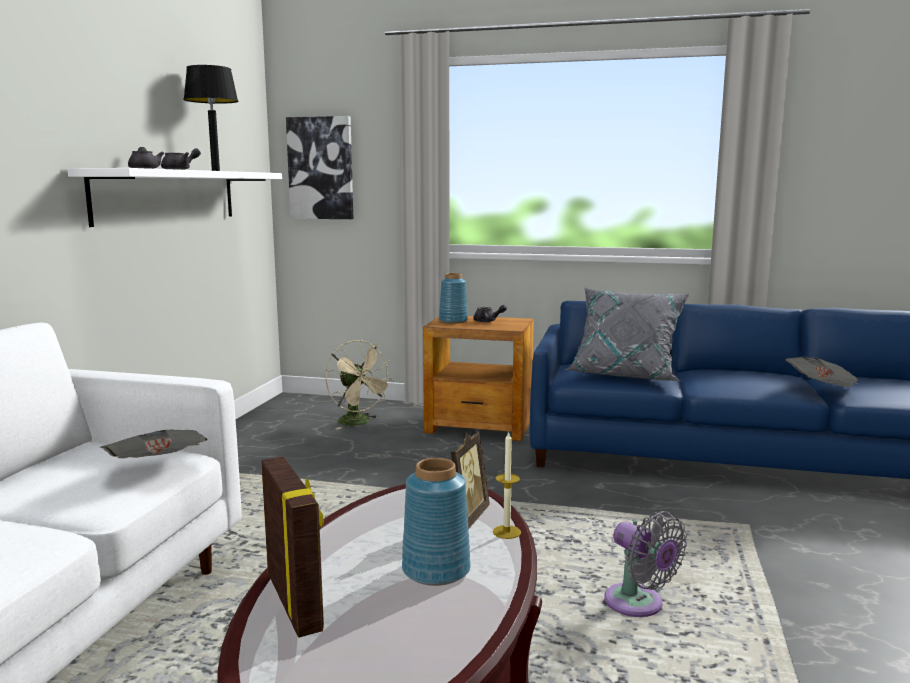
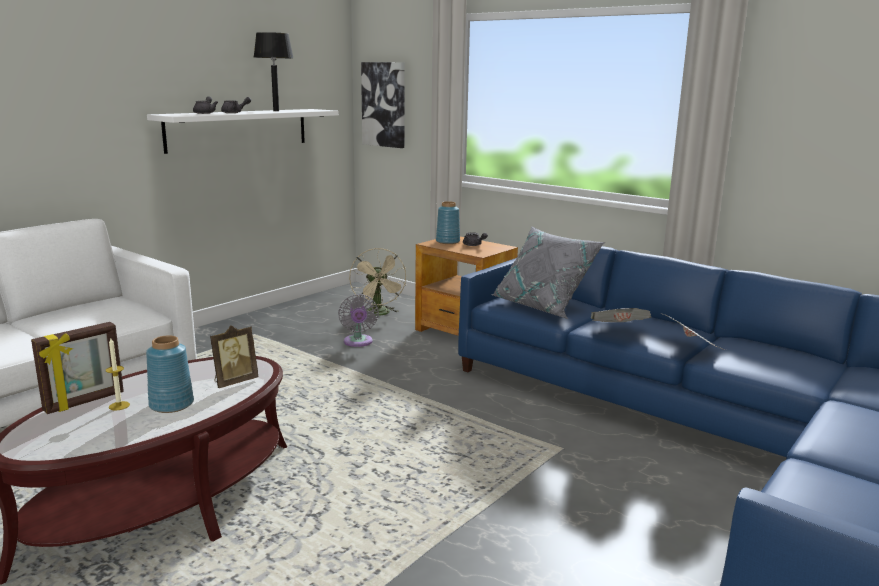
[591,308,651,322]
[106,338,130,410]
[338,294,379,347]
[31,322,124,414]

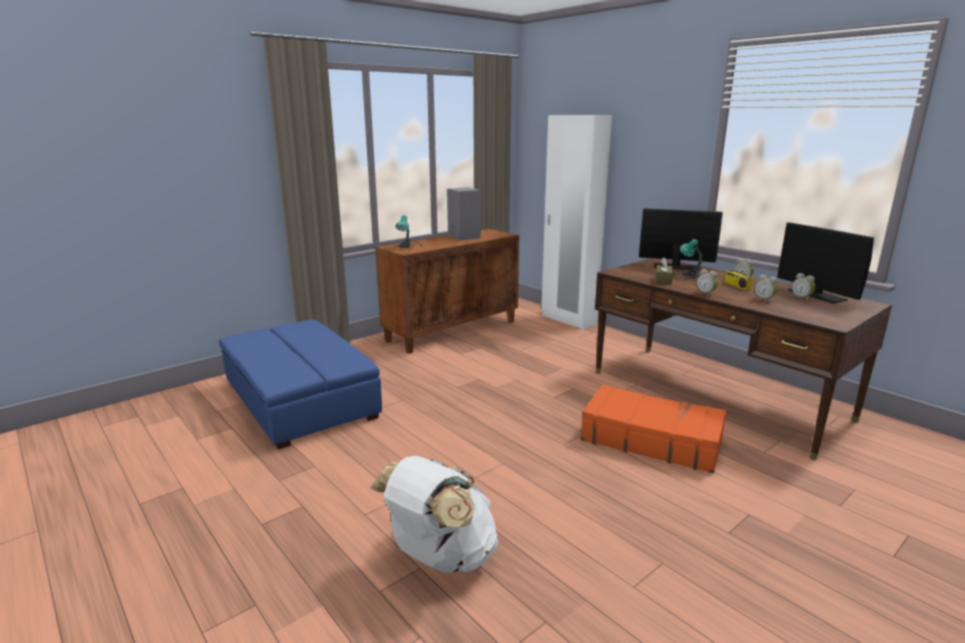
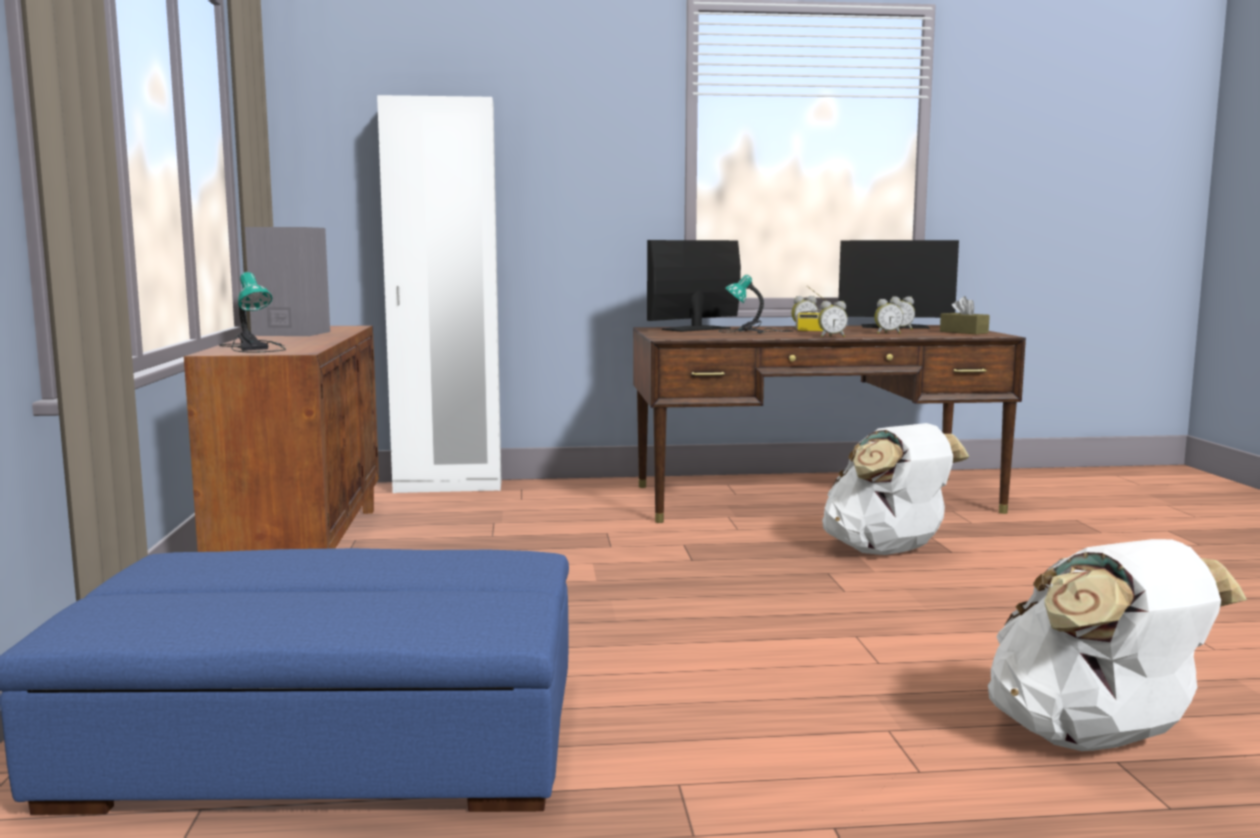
[940,296,990,334]
[822,423,969,555]

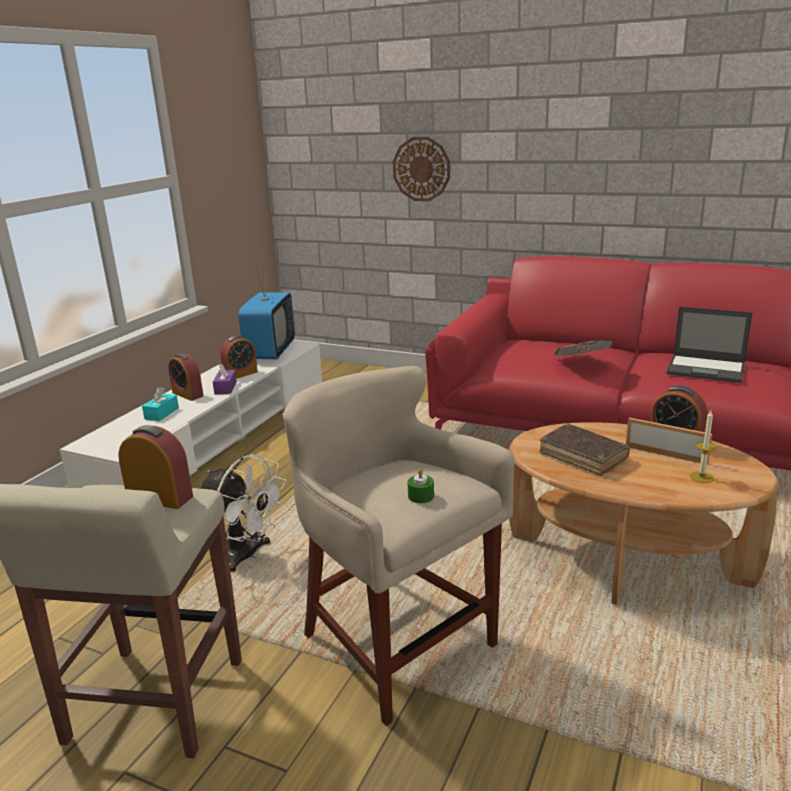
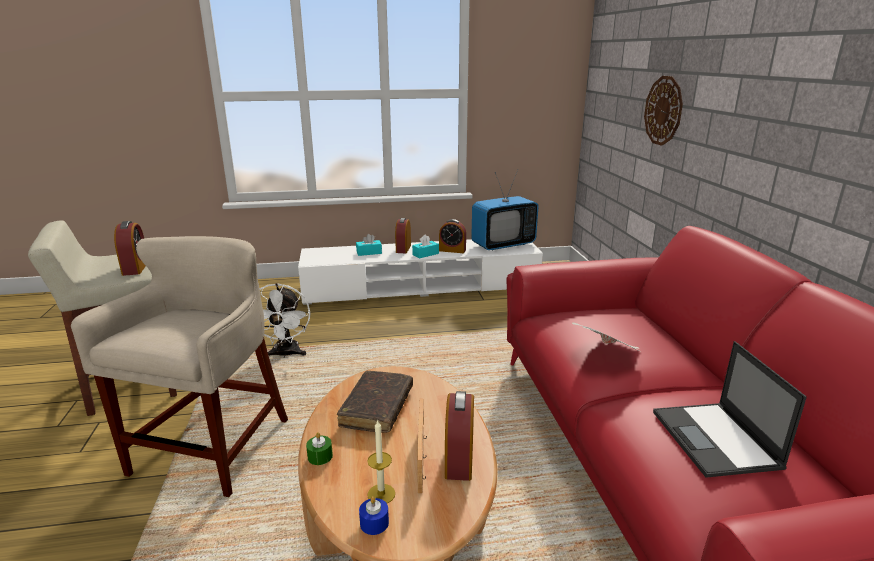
[359,496,389,535]
[306,432,333,465]
[412,234,439,258]

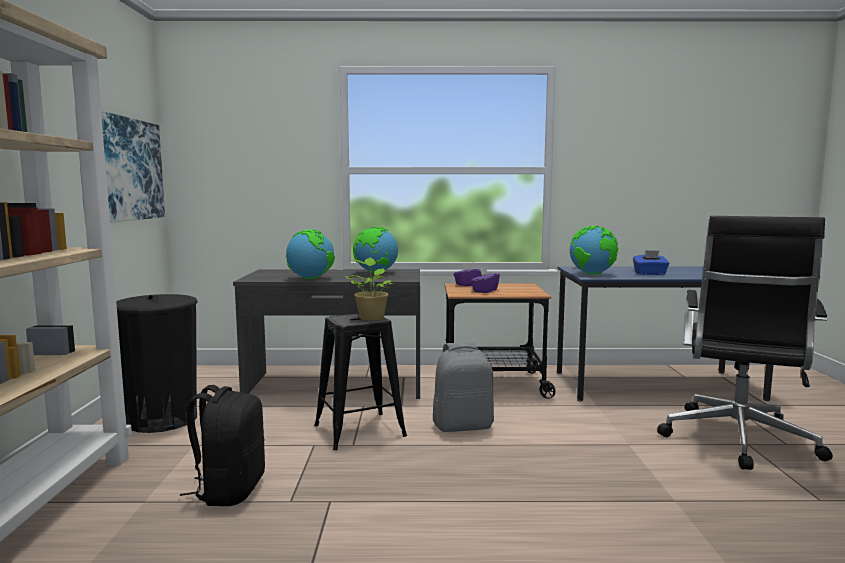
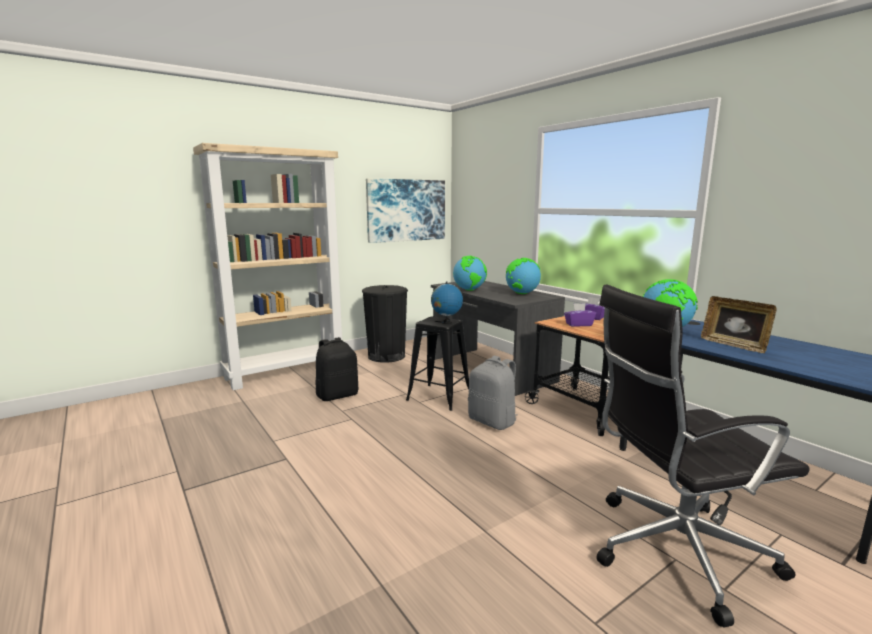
[431,281,463,324]
[701,296,777,353]

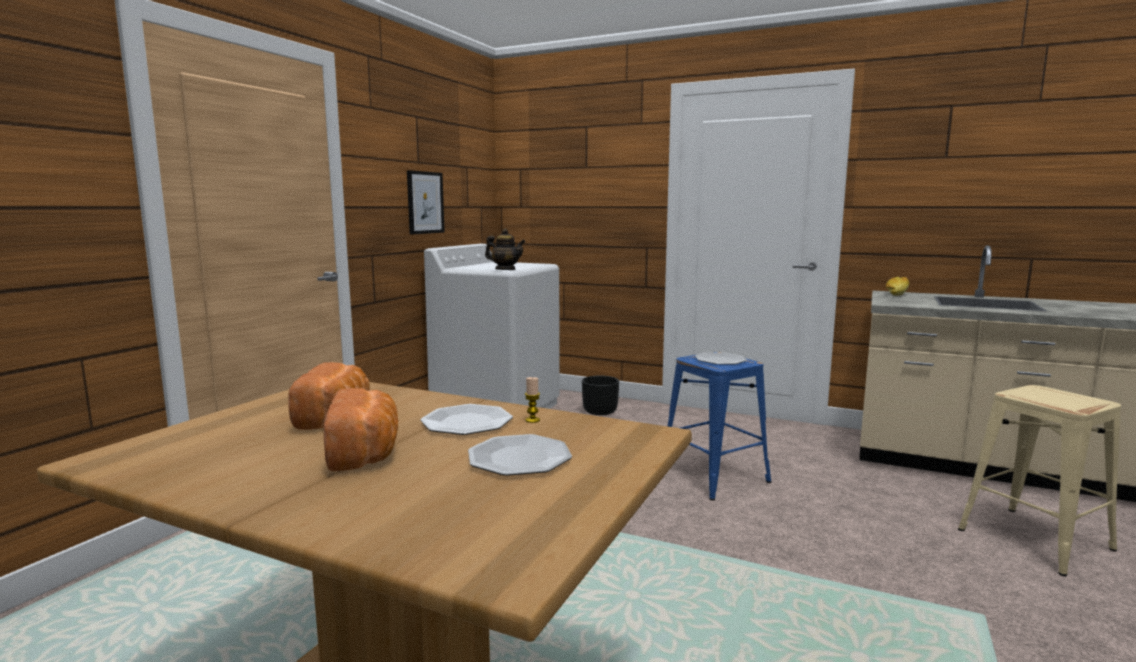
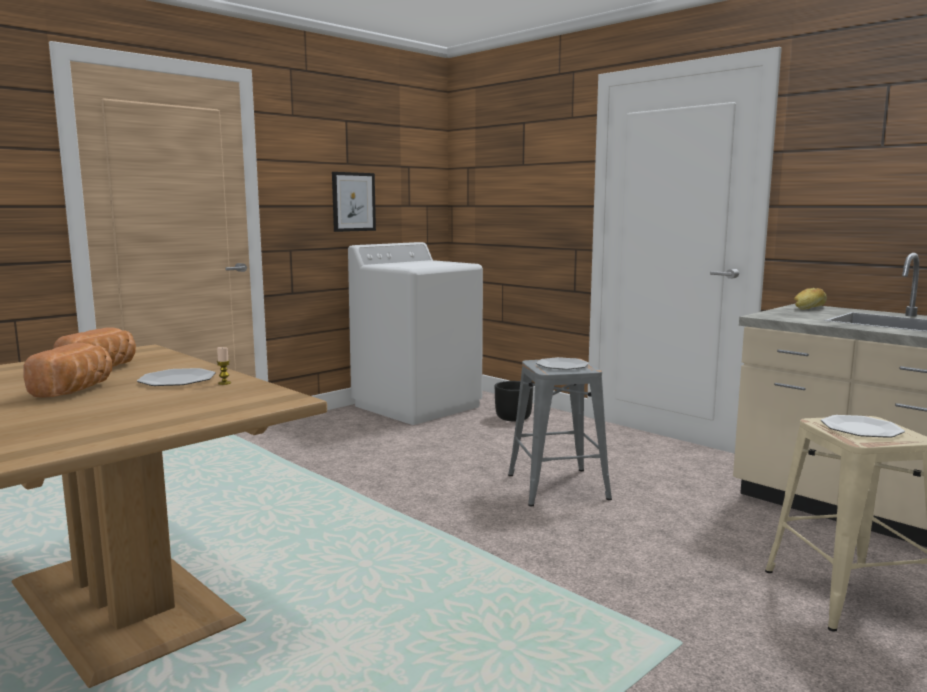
[485,228,525,270] (first image)
[821,415,905,438]
[508,358,612,506]

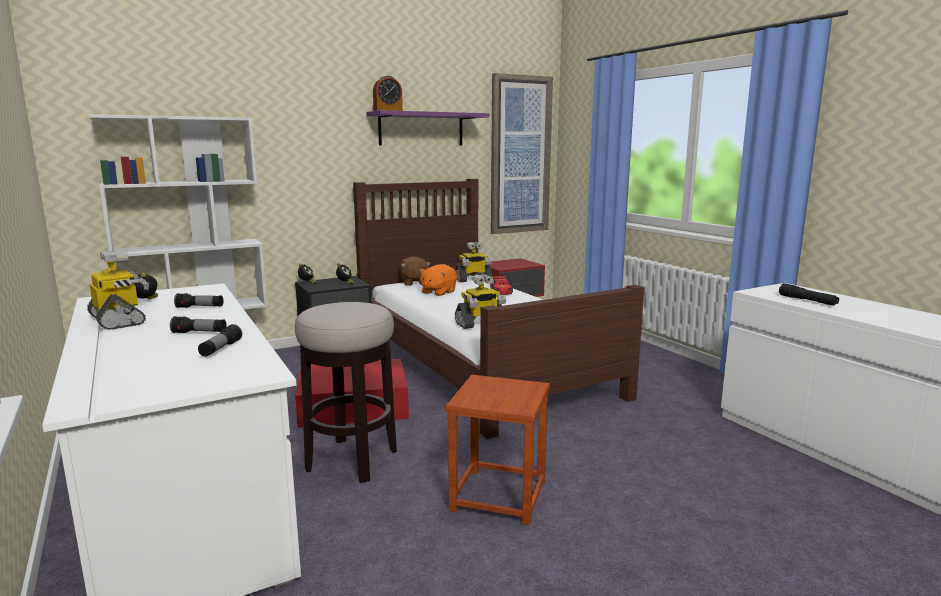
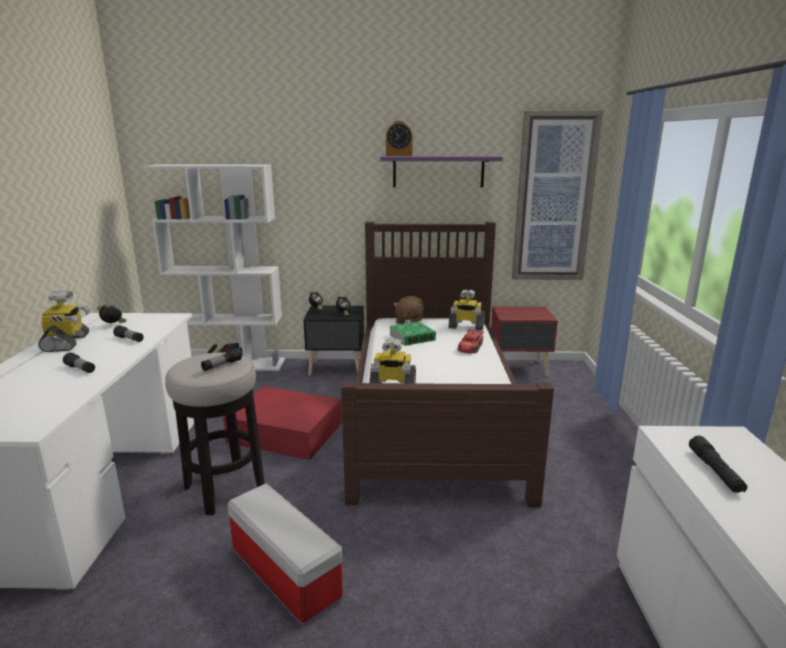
[201,348,242,371]
[389,321,436,346]
[227,483,343,626]

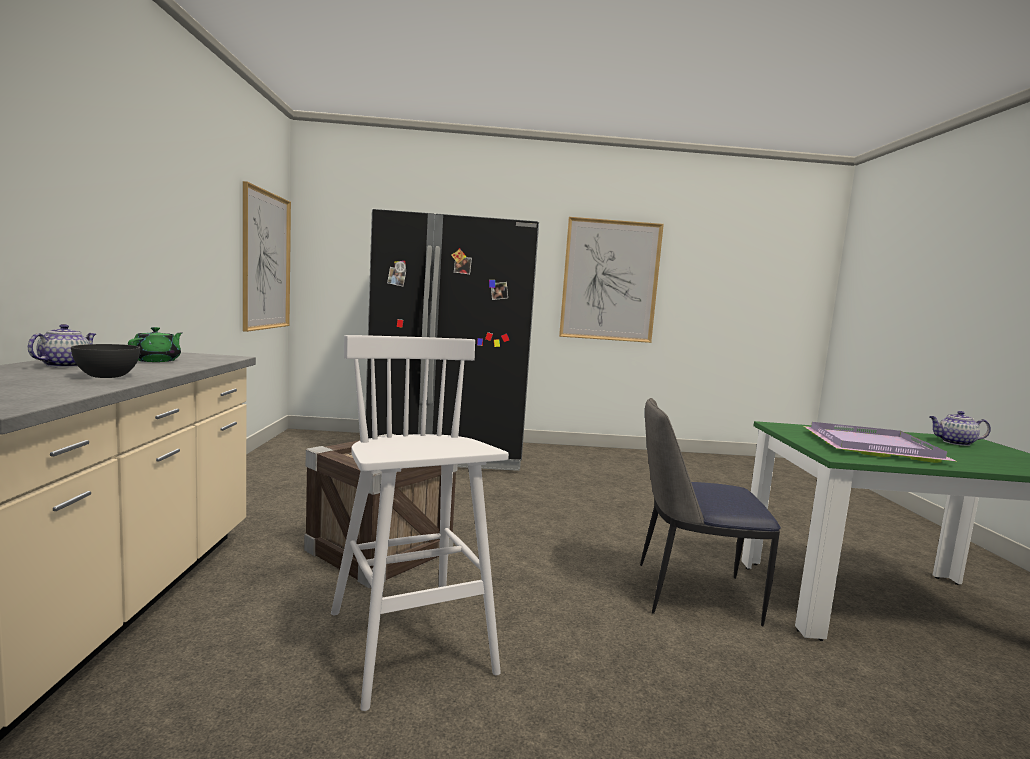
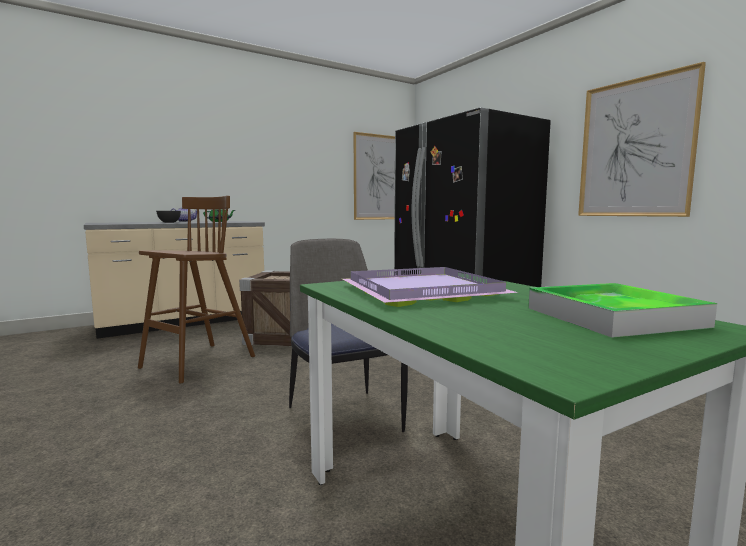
[528,283,717,338]
[138,196,255,383]

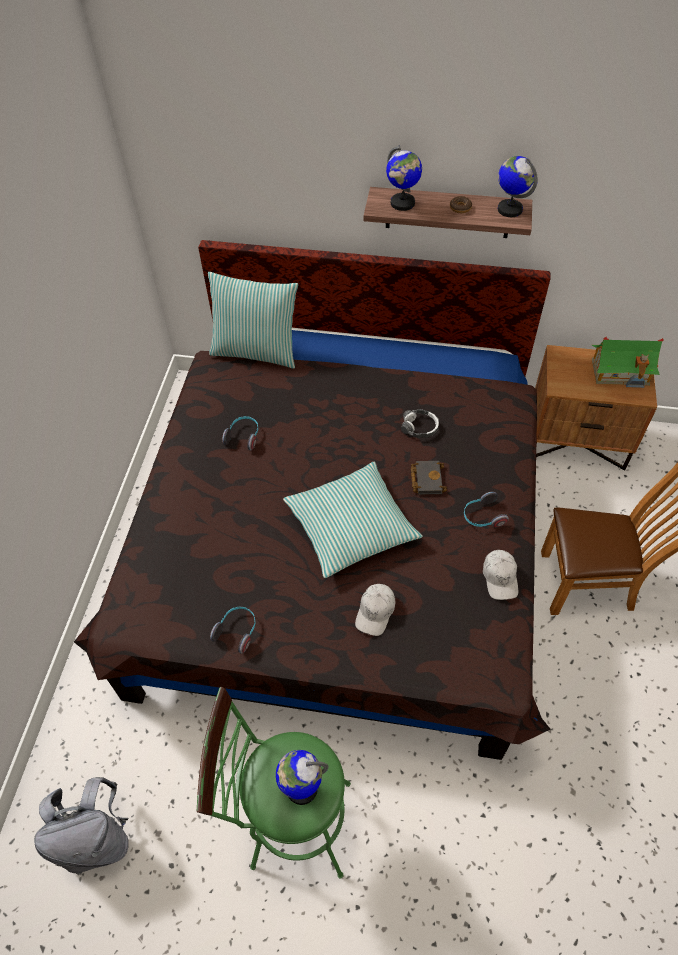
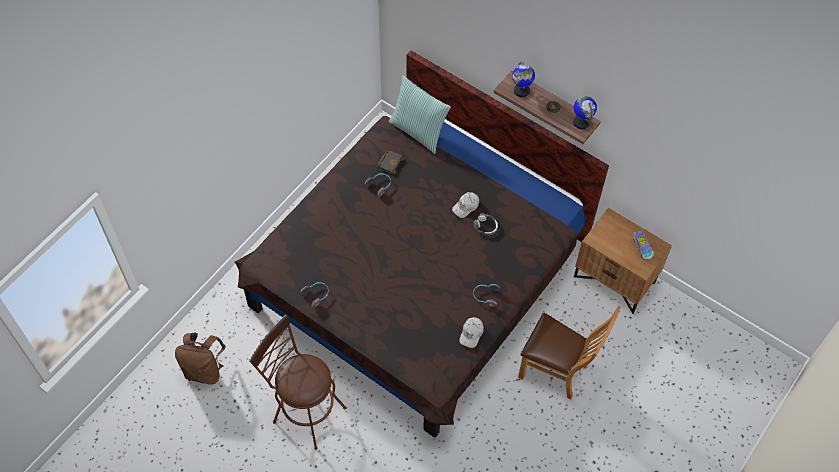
[276,750,329,805] (first image)
[283,462,423,578] (first image)
[452,192,479,218]
[377,150,404,174]
[632,230,654,260]
[175,333,226,385]
[249,314,346,450]

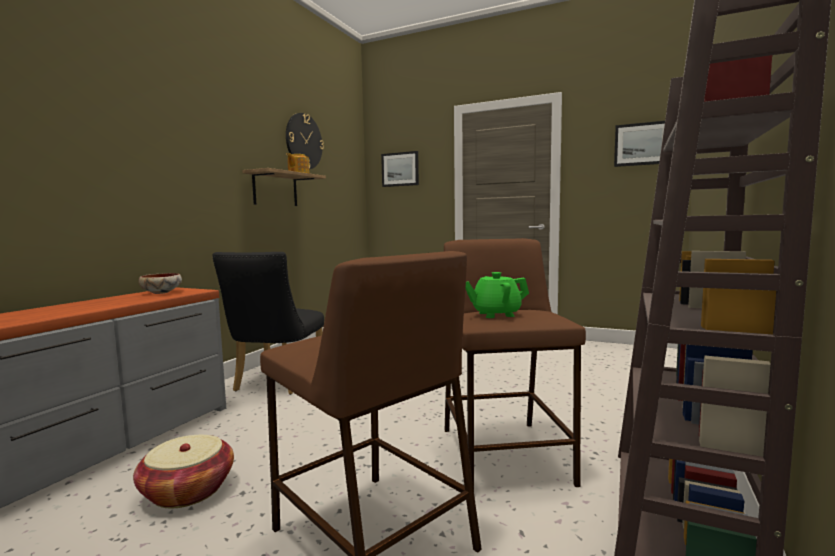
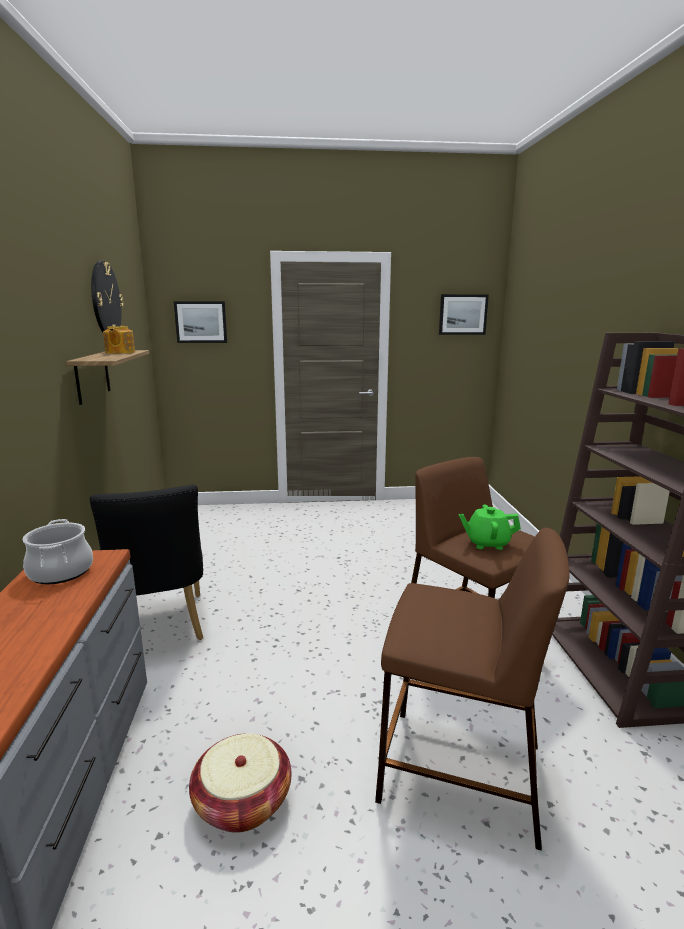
[23,519,93,584]
[459,505,521,550]

